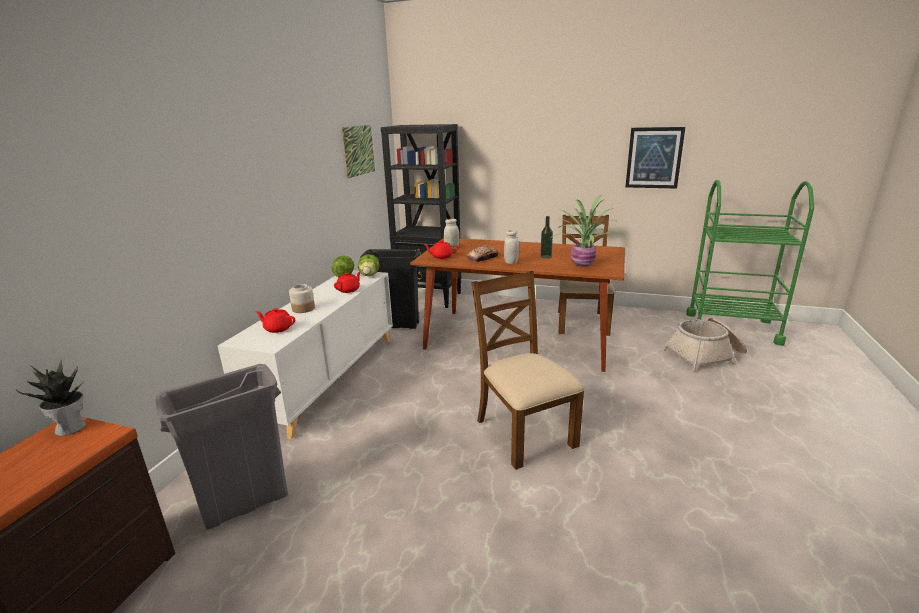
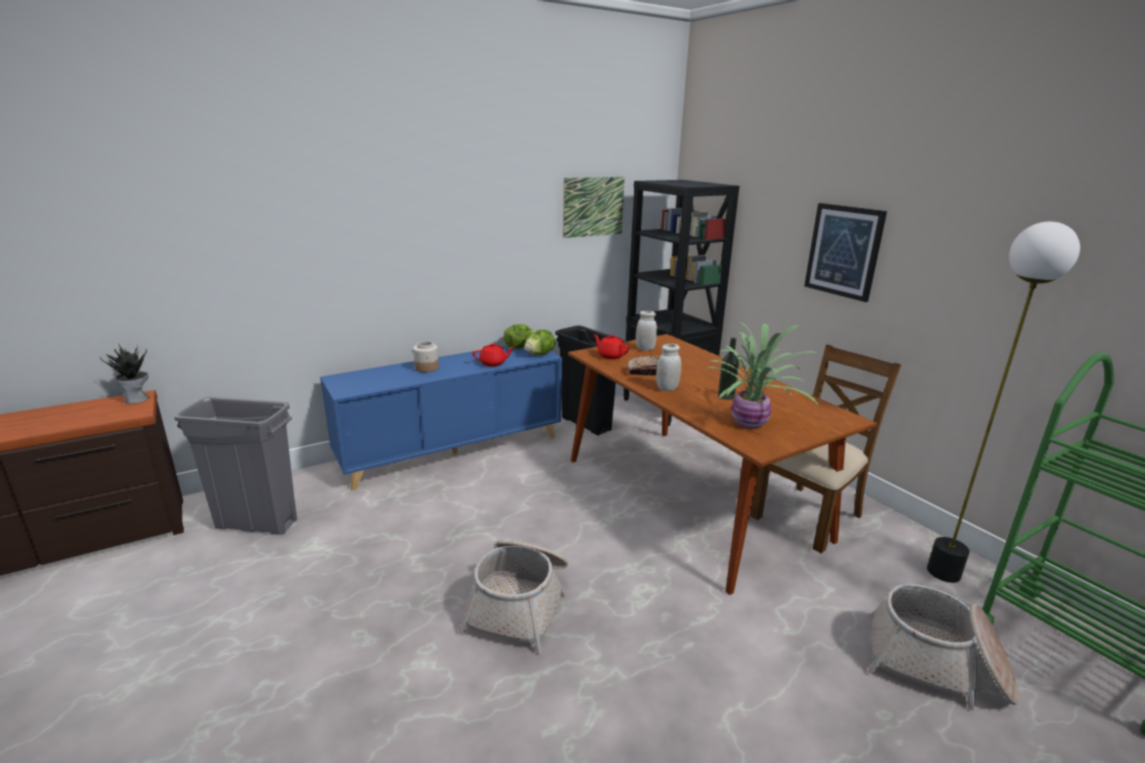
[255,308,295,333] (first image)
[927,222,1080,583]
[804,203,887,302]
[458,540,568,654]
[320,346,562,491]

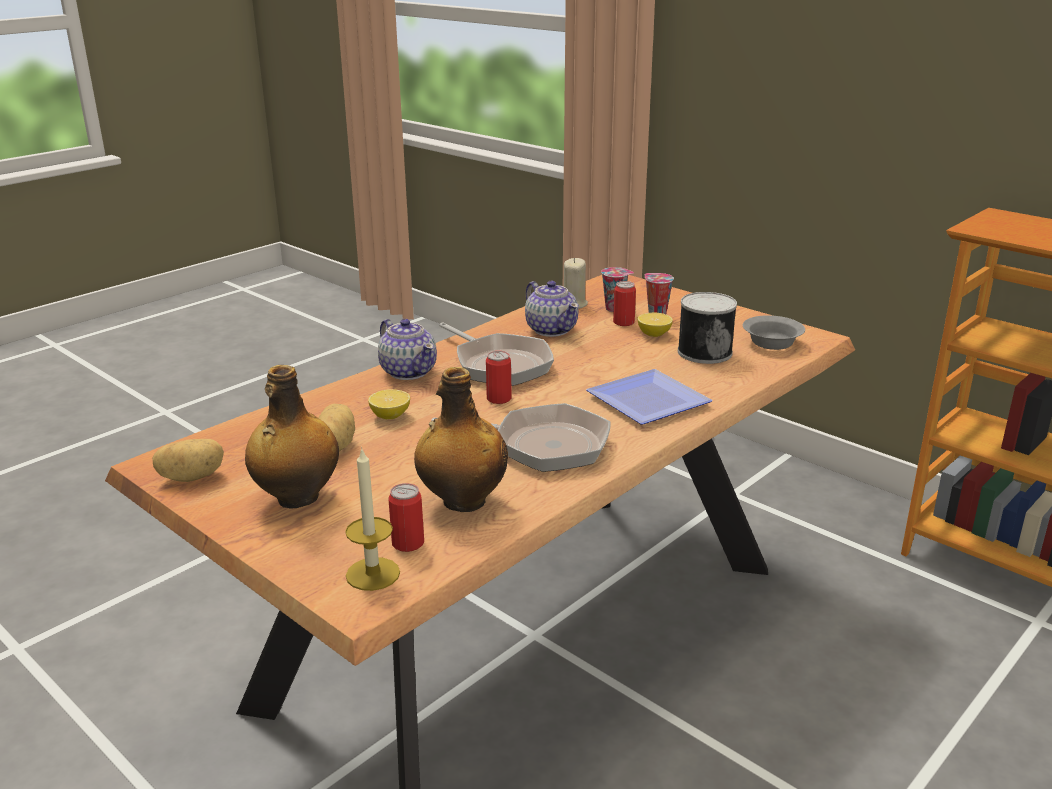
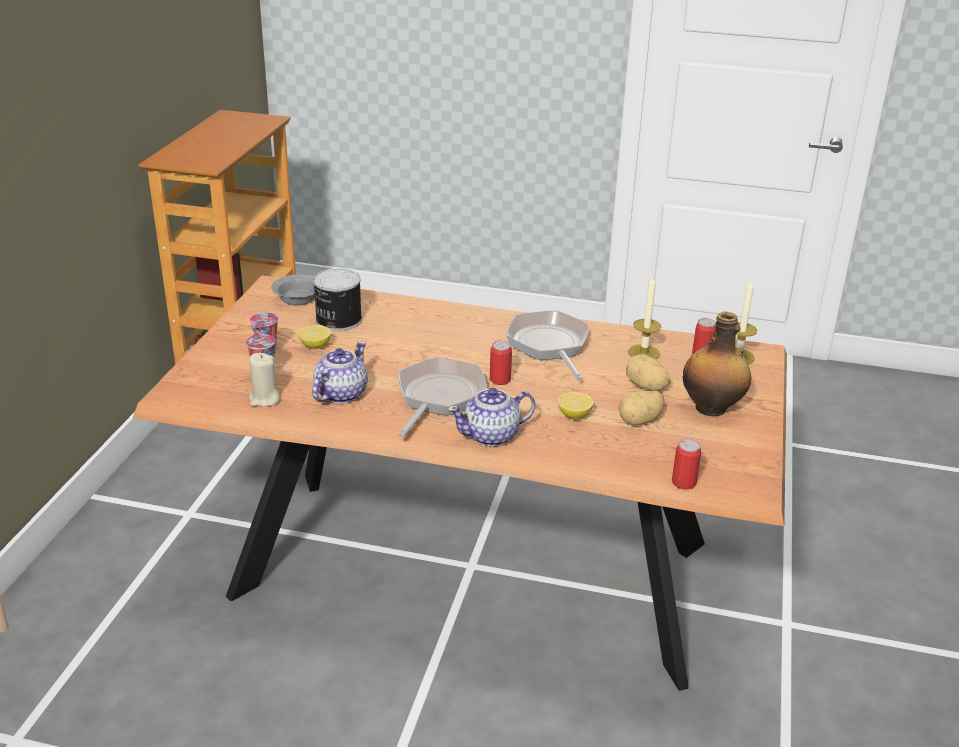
[586,369,713,425] (first image)
[626,354,671,391]
[672,439,701,489]
[628,276,661,359]
[448,388,535,446]

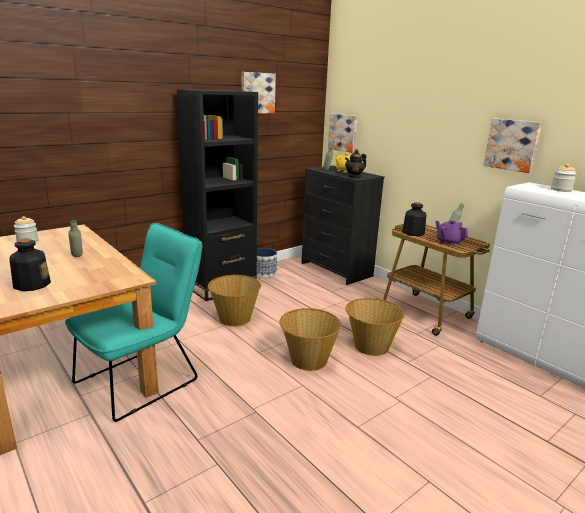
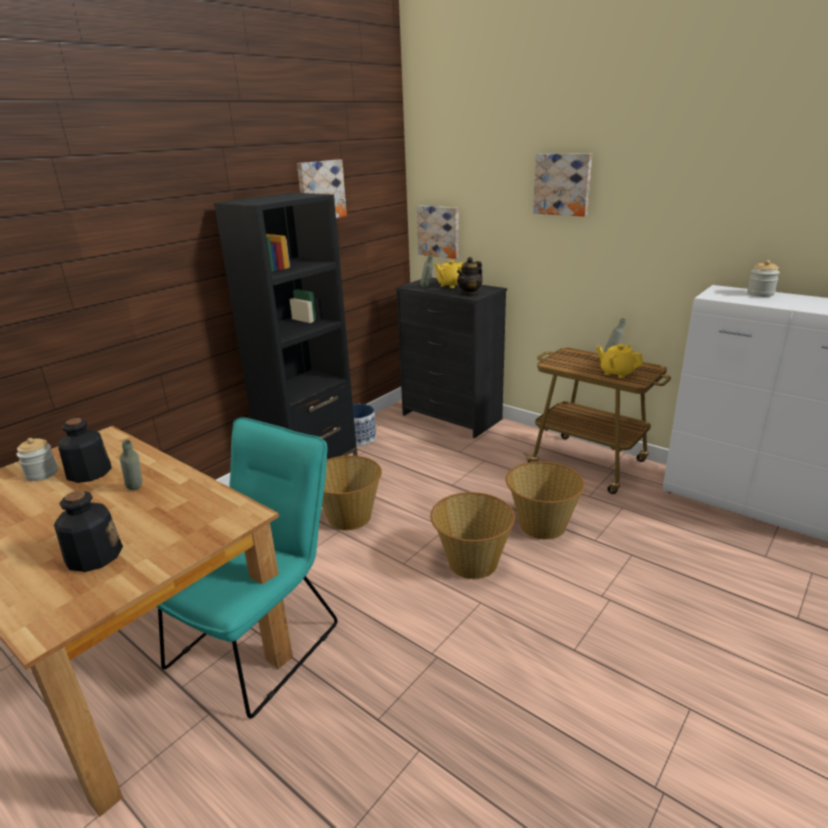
[58,418,112,483]
[533,153,592,216]
[596,344,643,378]

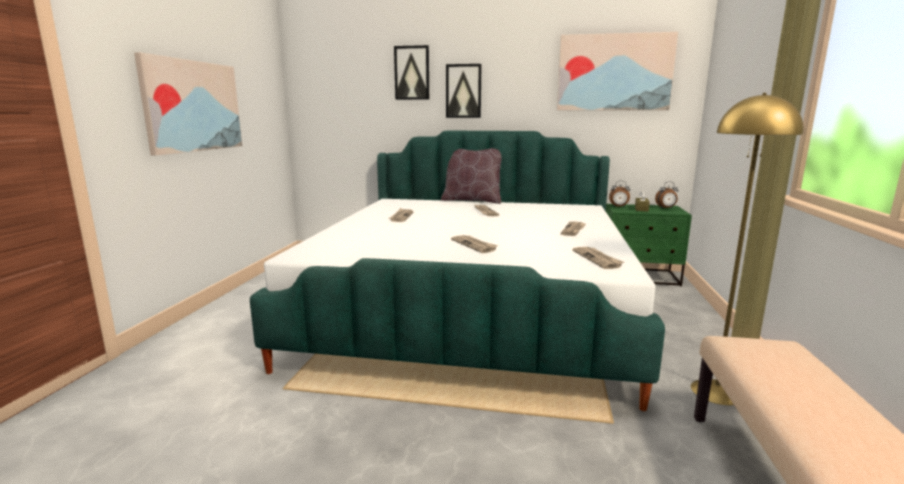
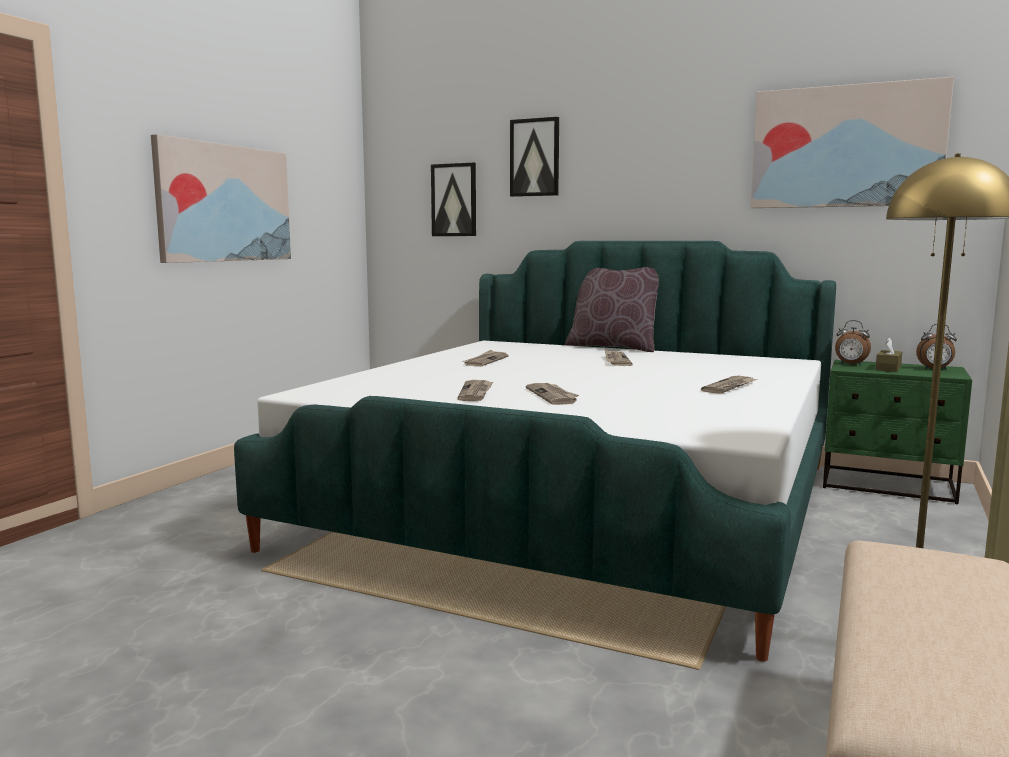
[431,163,476,236]
[458,380,493,401]

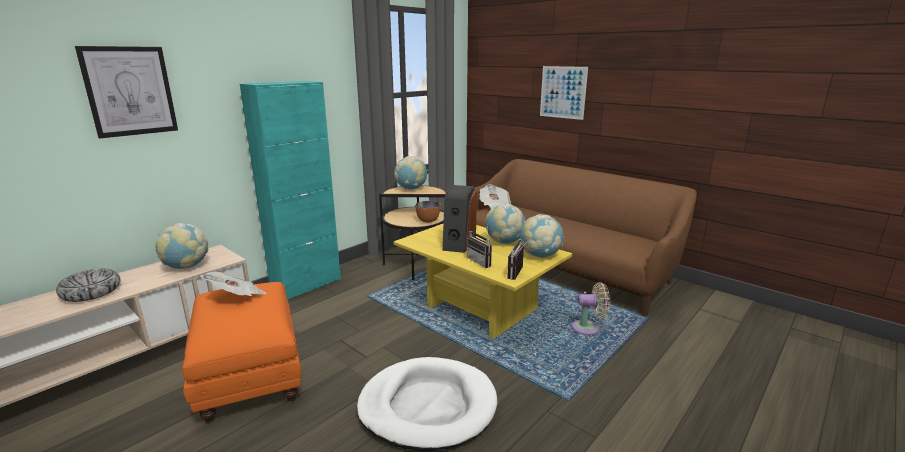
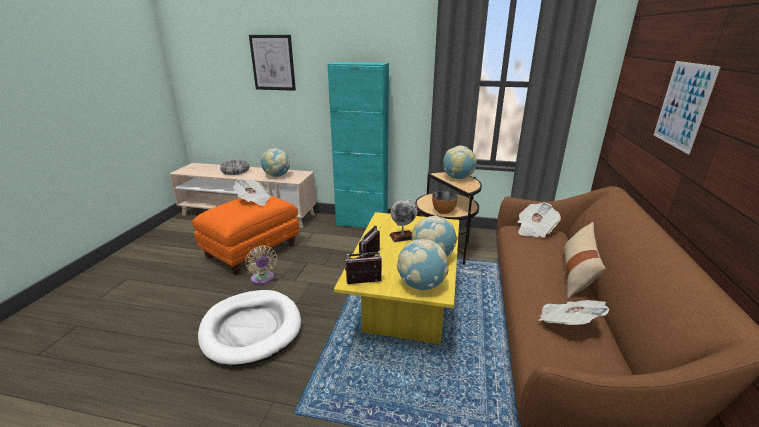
[538,300,609,325]
[563,222,606,299]
[245,245,278,284]
[390,199,417,242]

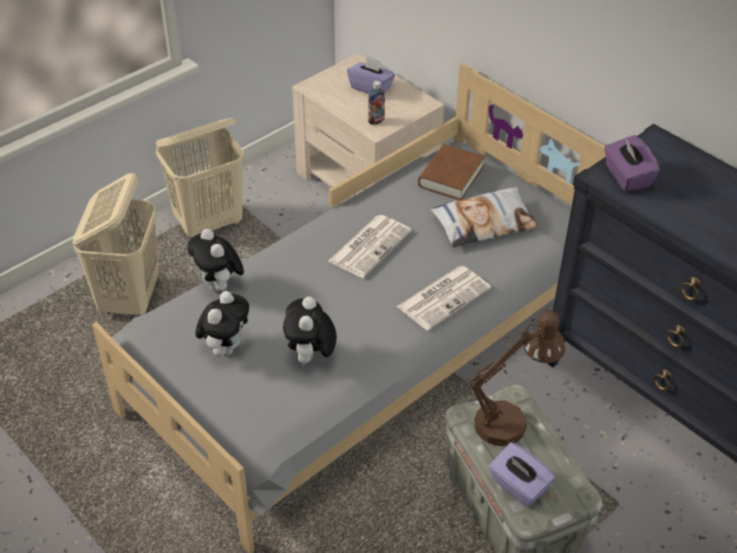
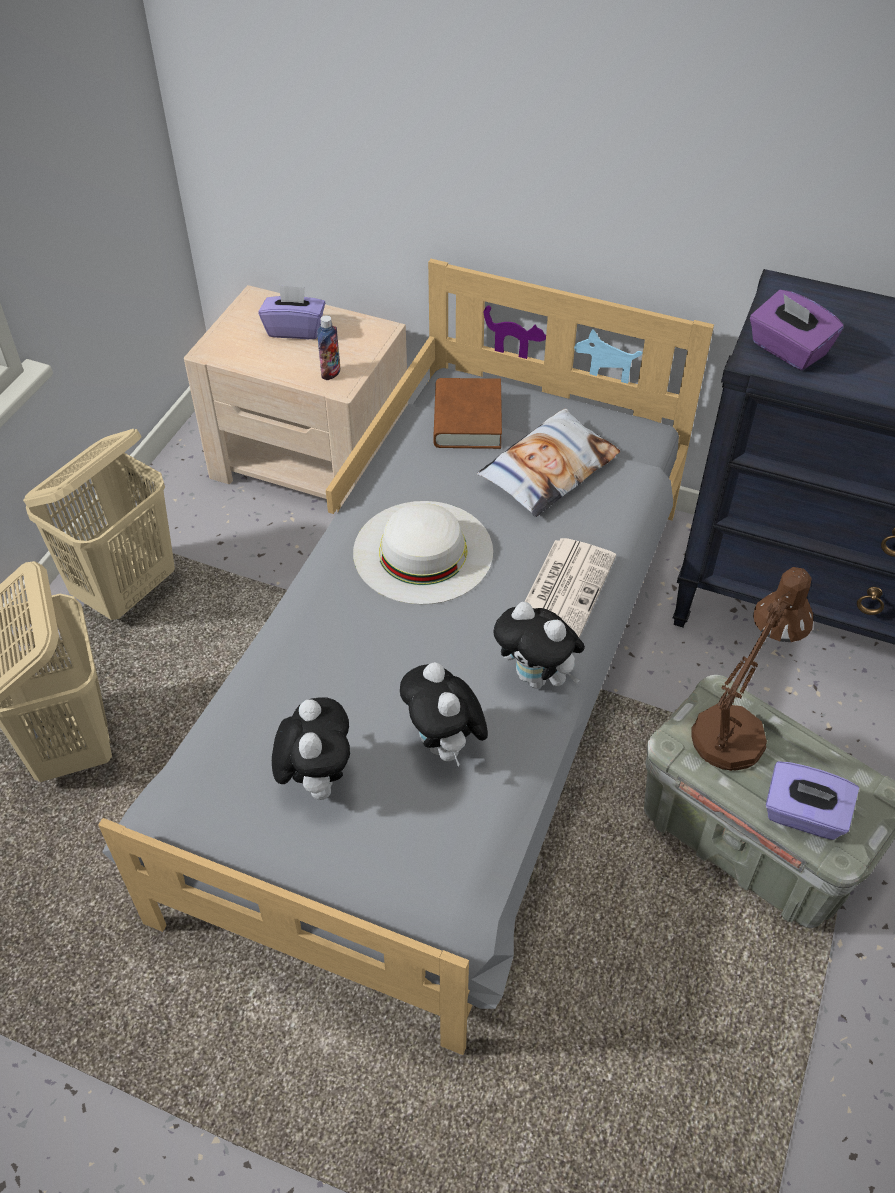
[493,602,585,689]
[353,501,493,605]

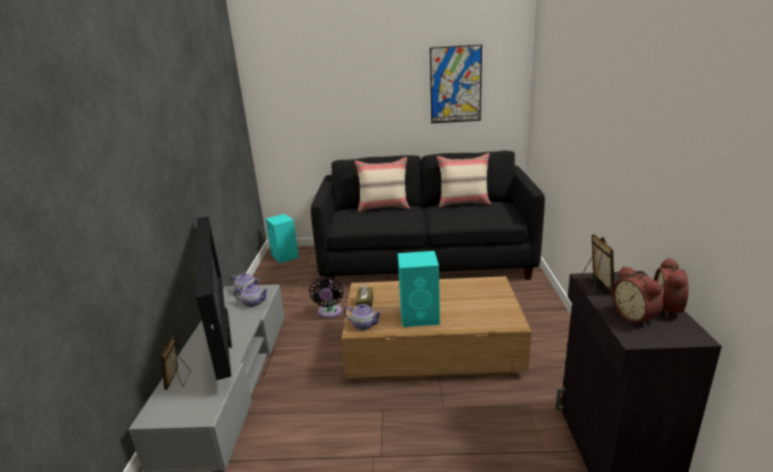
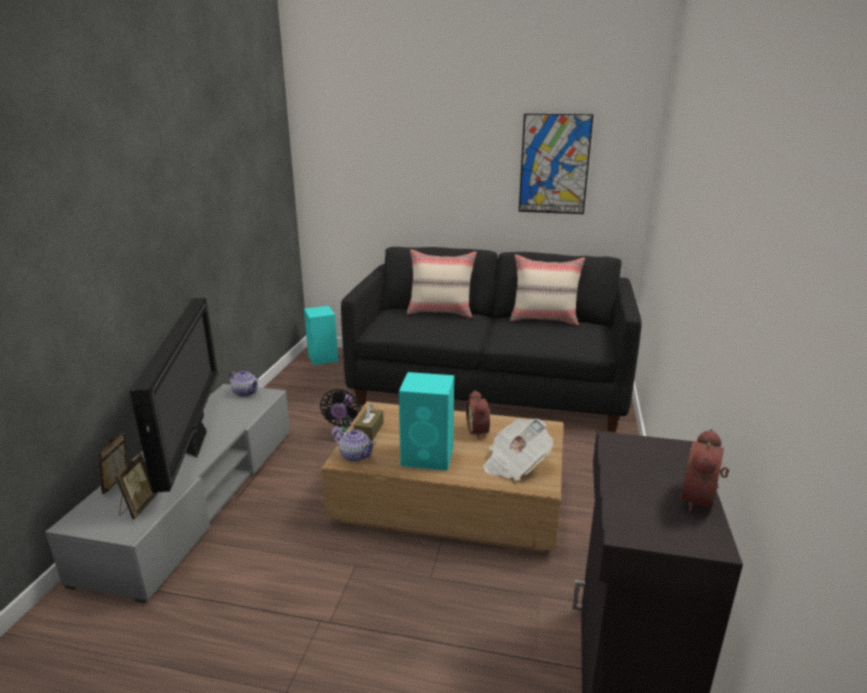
[234,284,268,307] (first image)
[483,419,553,481]
[115,453,157,519]
[466,390,490,439]

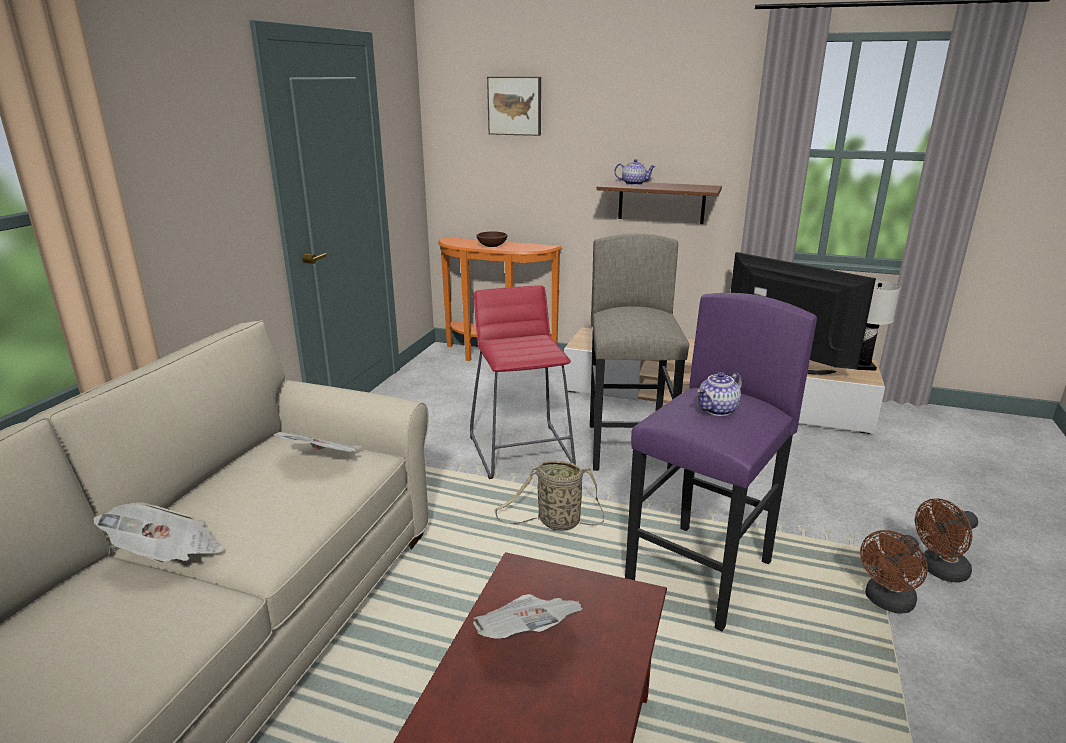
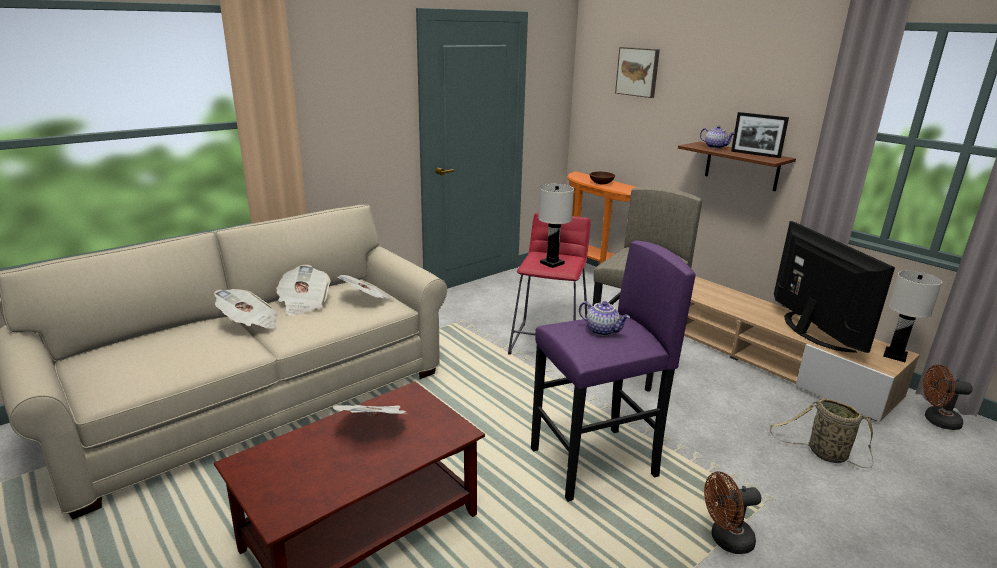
[276,265,331,316]
[538,184,574,268]
[731,112,789,158]
[770,398,873,468]
[923,365,973,430]
[579,301,630,336]

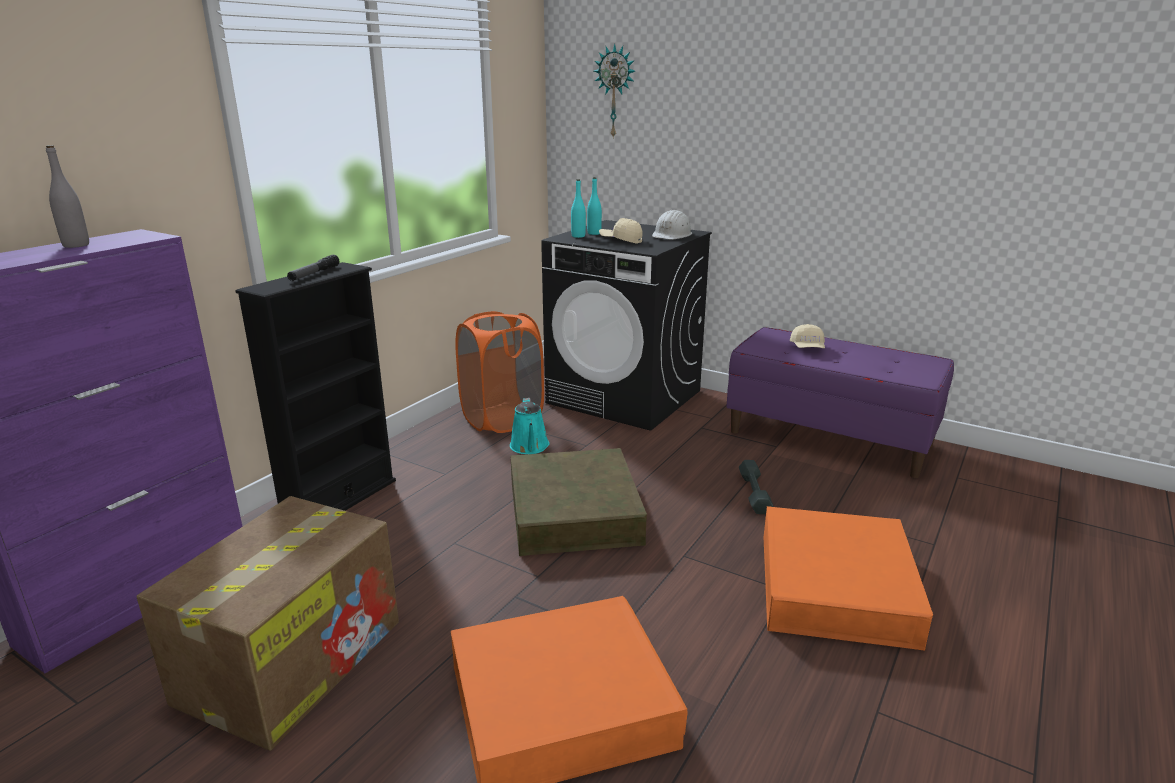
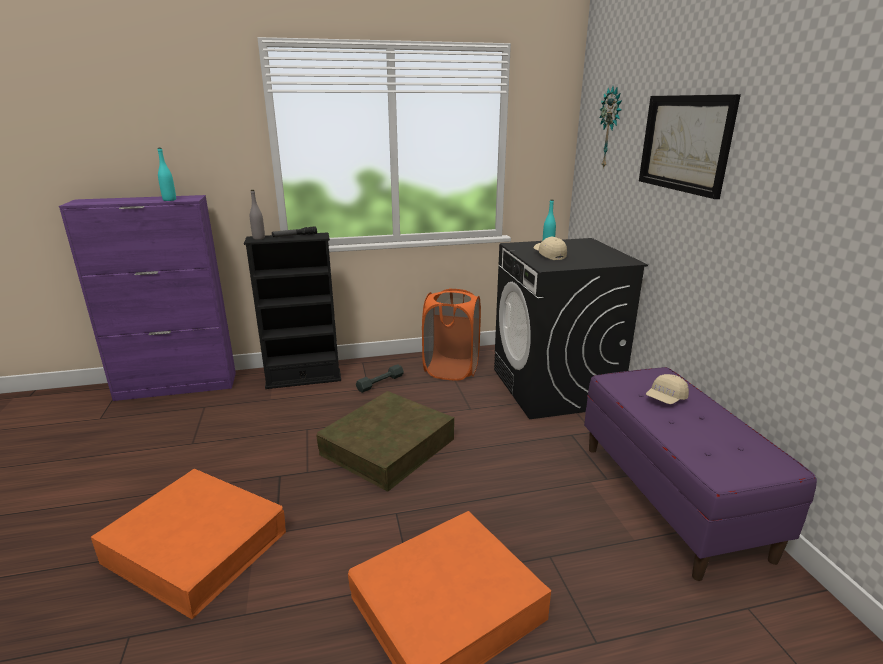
[136,496,399,751] (first image)
[510,398,549,454] (first image)
[652,210,692,239] (first image)
[639,94,741,199]
[250,190,265,240]
[158,148,176,201]
[356,364,404,393]

